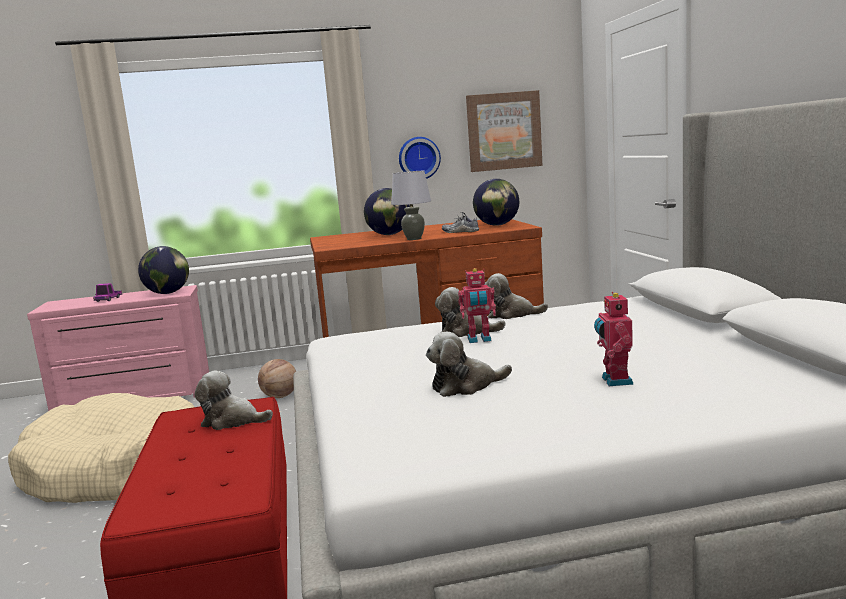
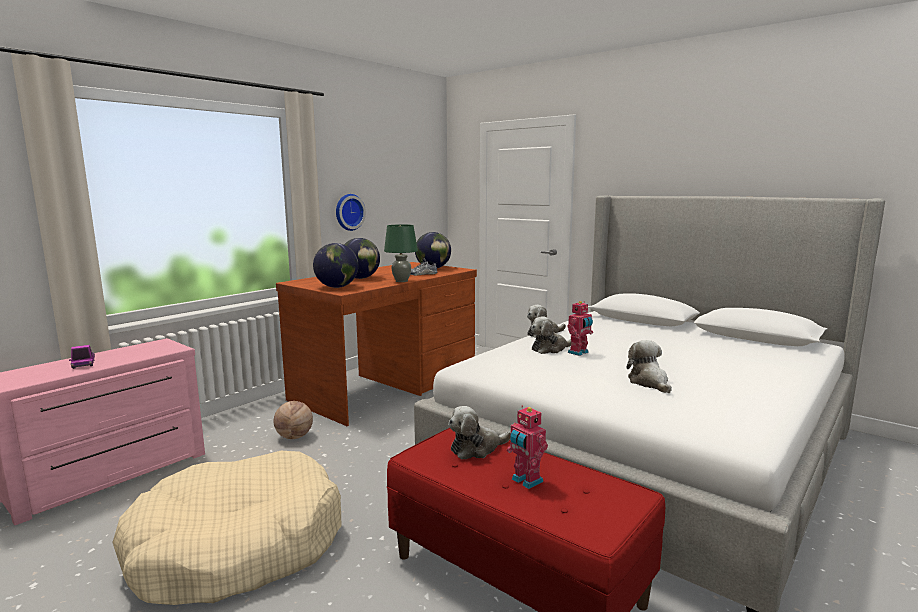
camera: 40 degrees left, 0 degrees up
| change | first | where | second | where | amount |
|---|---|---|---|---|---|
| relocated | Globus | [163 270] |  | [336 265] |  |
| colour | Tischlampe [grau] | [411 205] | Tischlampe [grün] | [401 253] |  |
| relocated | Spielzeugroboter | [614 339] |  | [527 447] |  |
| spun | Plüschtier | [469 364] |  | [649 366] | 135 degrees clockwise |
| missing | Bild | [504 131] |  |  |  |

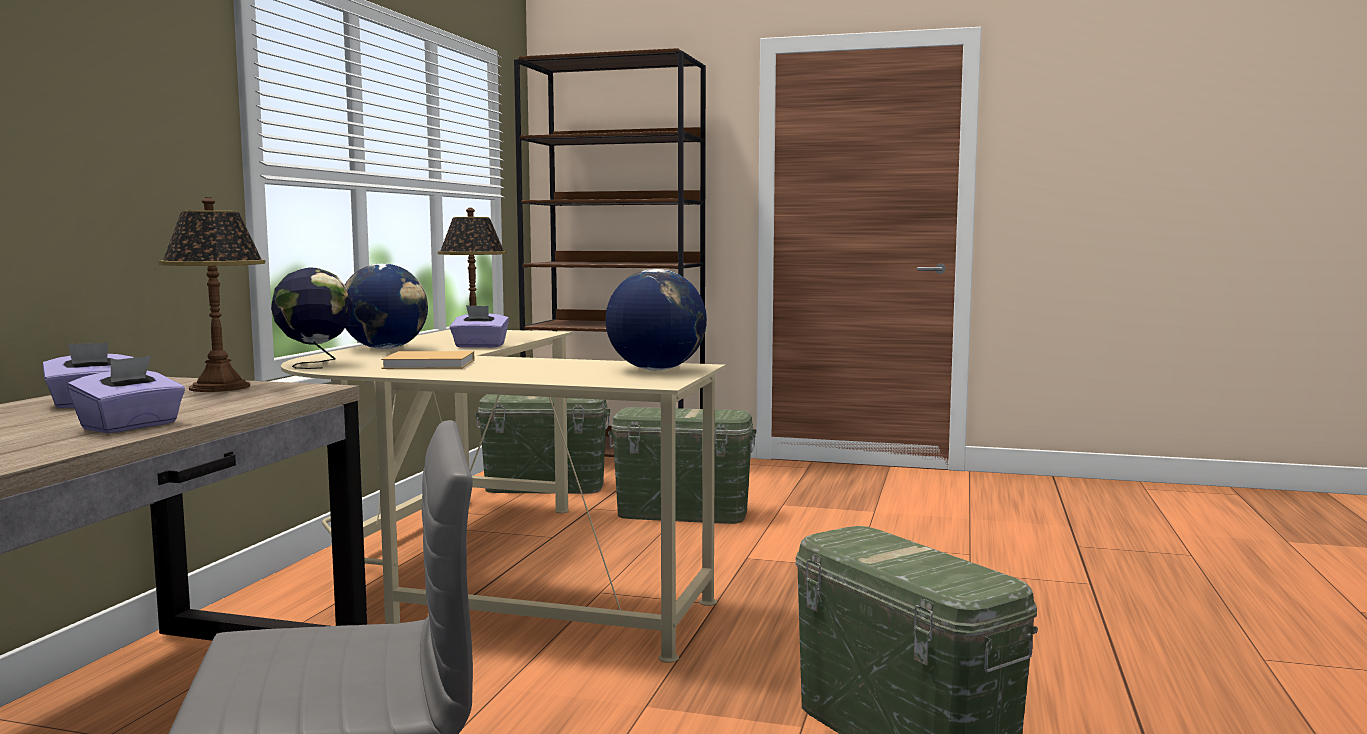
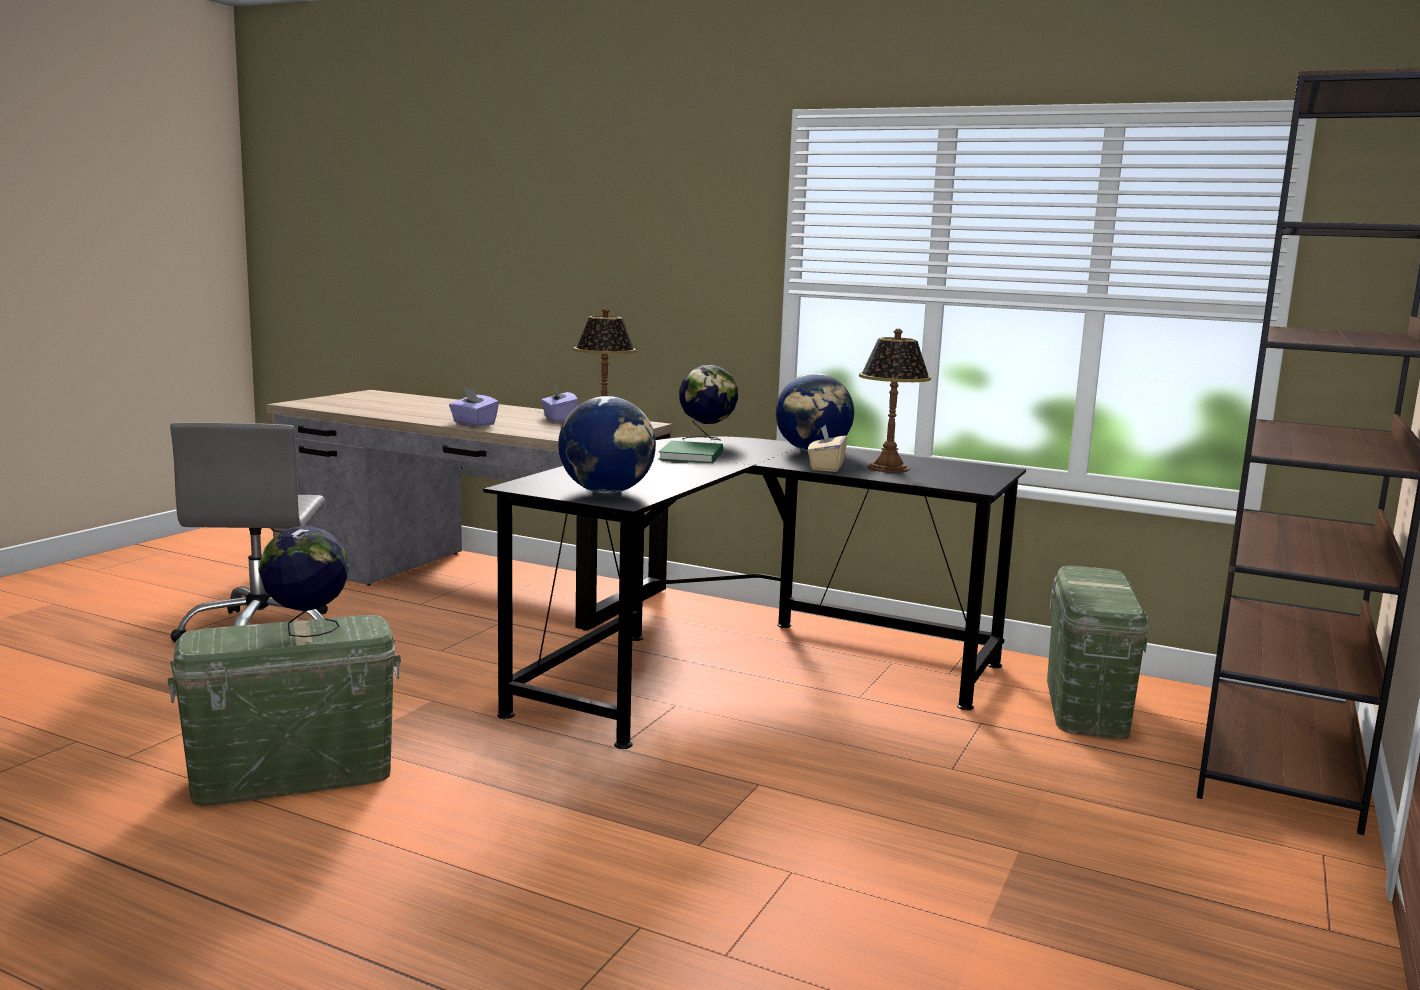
camera: 100 degrees right, 5 degrees up
| change | first | where | second | where | amount |
|---|---|---|---|---|---|
| appeared |  |  | Globus | [303 581] |  |
| colour | Schreibtisch [beige] | [503 496] | Schreibtisch [schwarz] | [754 592] |  |
| colour | Buch [beige] | [427 360] | Buch [grün] | [690 452] |  |
| colour | Taschentuchbox [lila] | [479 326] | Taschentuchbox [beige] | [827 448] |  |
| missing | Aufbewahrungsbox [grün] | [682 465] |  |  |  |

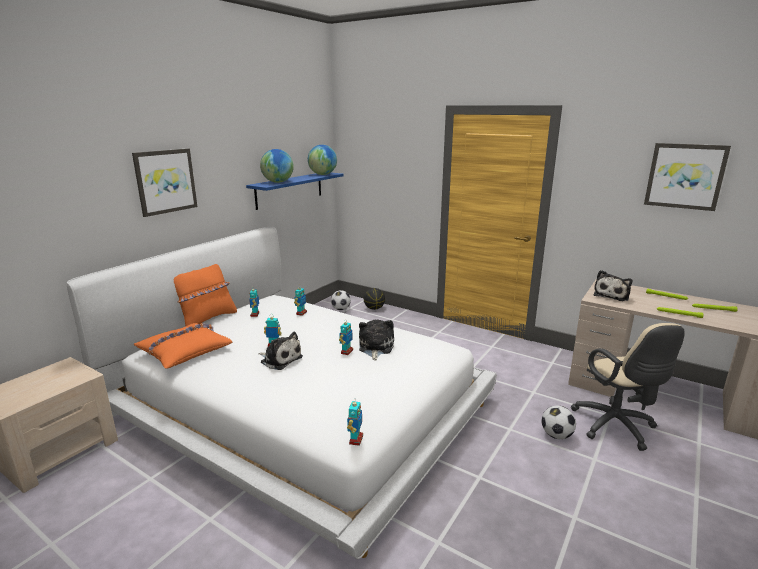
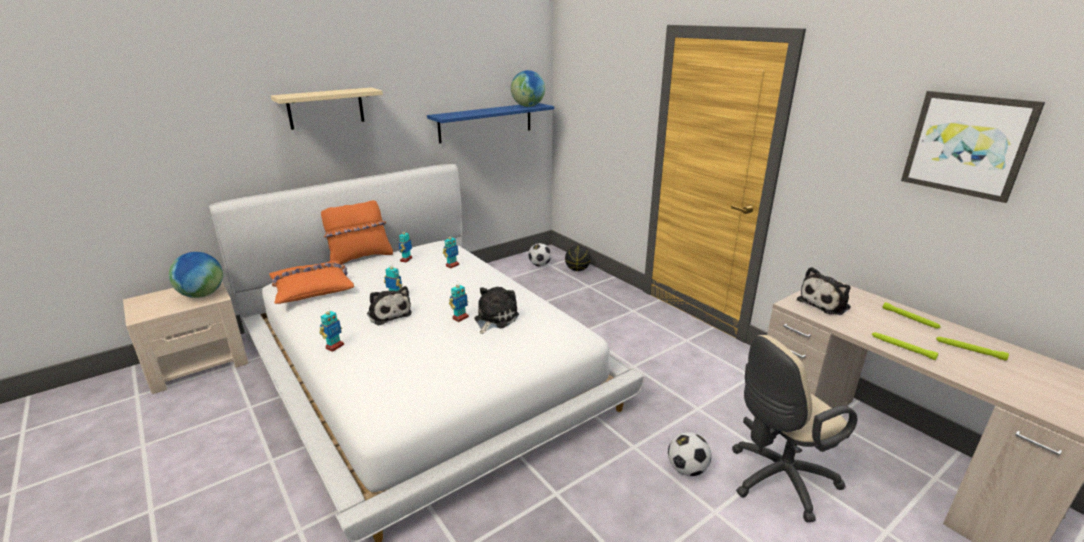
camera: 20 degrees right, 5 degrees up
| change | first | where | second | where | amount |
|---|---|---|---|---|---|
| relocated | Globus | [277 166] |  | [196 275] |  |
| exchanged | Bild | [165 182] | Wandregal [beige] | [327 109] |  |
| relocated | Spielzeugroboter | [355 422] |  | [331 331] |  |
| spun | Bürostuhl [beige] | [628 387] |  | [794 428] | 60 degrees clockwise |

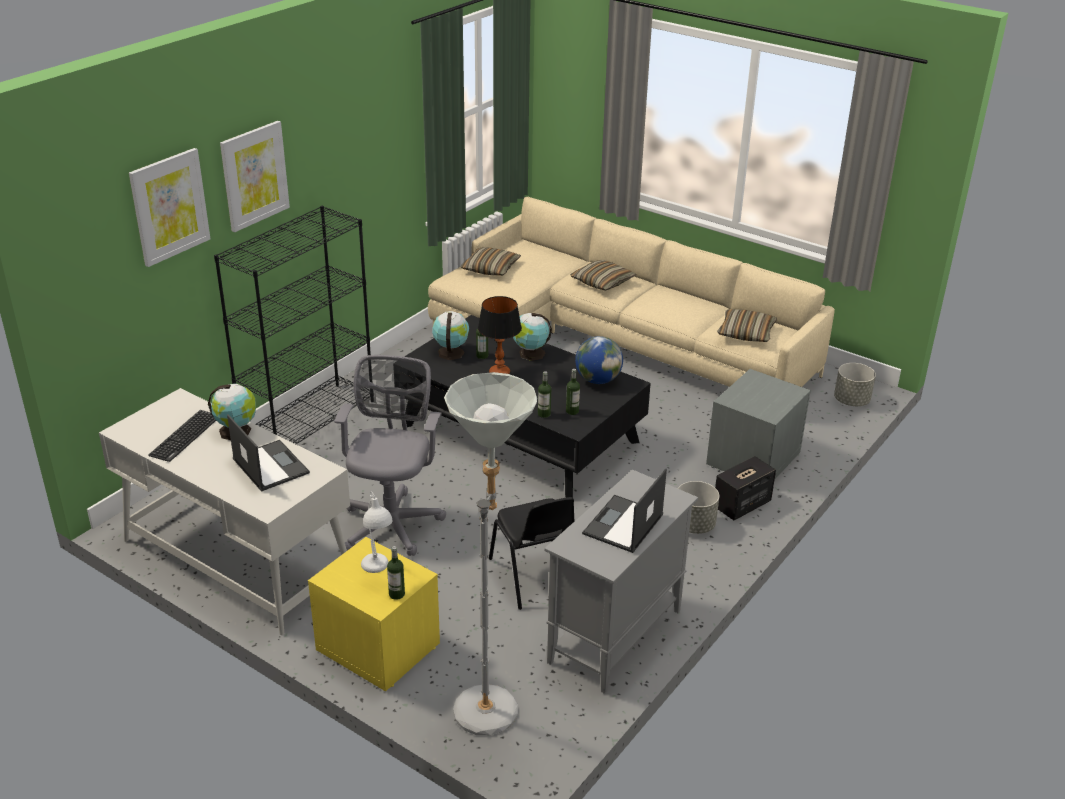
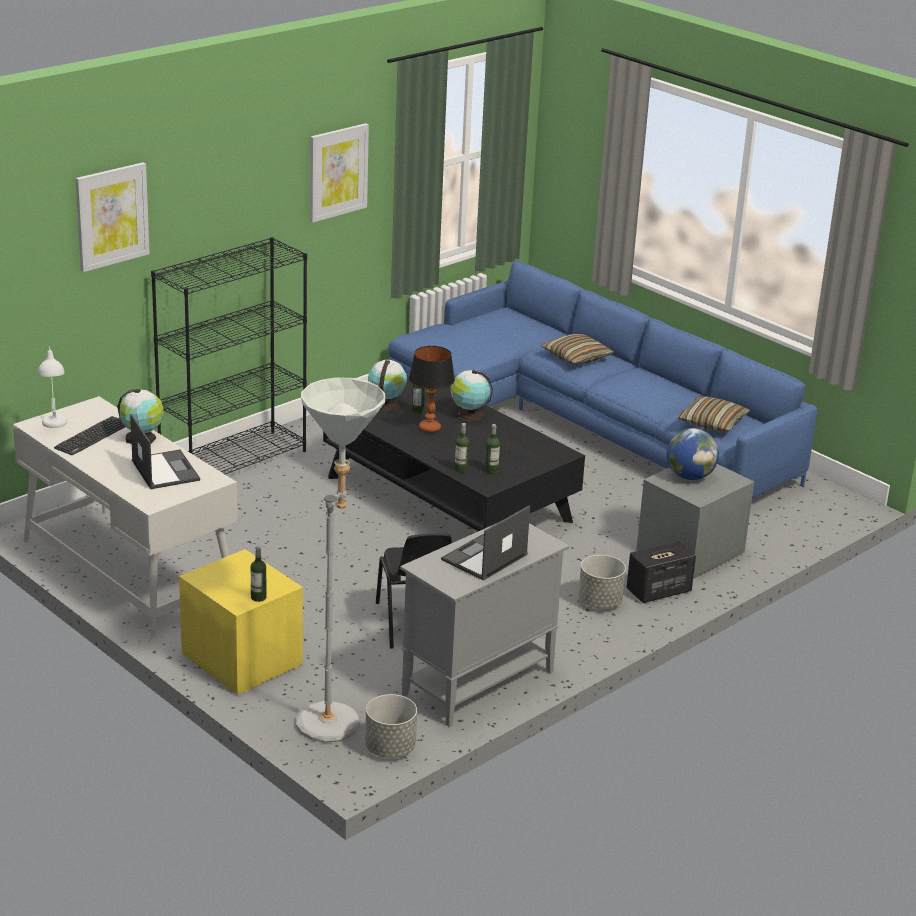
camera: 10 degrees right, 5 degrees down
| change | first | where | second | where | amount |
|---|---|---|---|---|---|
| relocated | Tischlampe [weiß] | [377 532] |  | [52 387] |  |
| relocated | Bild | [255 176] |  | [339 173] |  |
| relocated | Pflanzkübel [grau] | [855 384] |  | [391 726] |  |
| colour | Sofa [beige] | [631 292] | Sofa [blau] | [602 379] |  |
| relocated | Globus | [599 360] |  | [693 454] |  |
| missing | Bürostuhl [grau] | [390 455] |  |  |  |
| missing | Kissen | [491 261] |  |  |  |

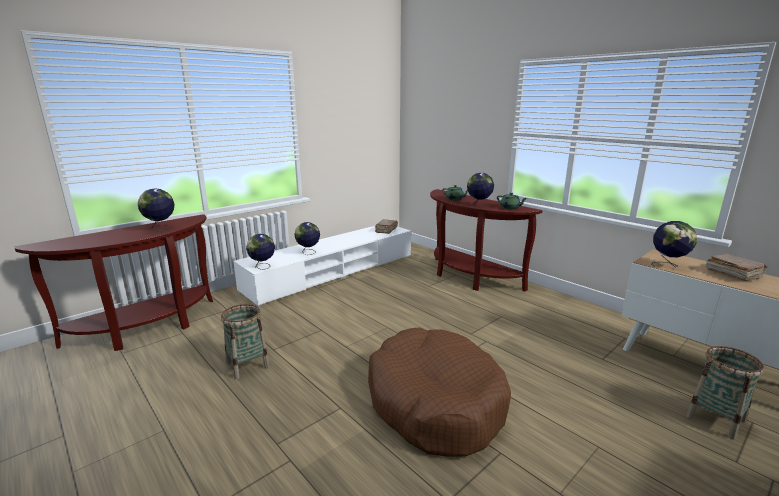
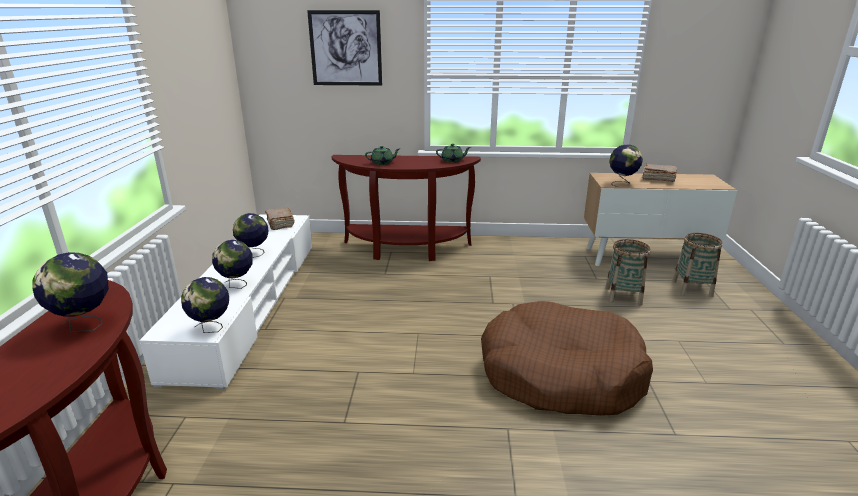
camera: 45 degrees left, 5 degrees up
| change | first | where | second | where | amount |
|---|---|---|---|---|---|
| relocated | Globus | [480 190] |  | [251 235] |  |
| appeared |  |  | Bild | [344 48] |  |
| relocated | Korb | [245 341] |  | [628 272] |  |

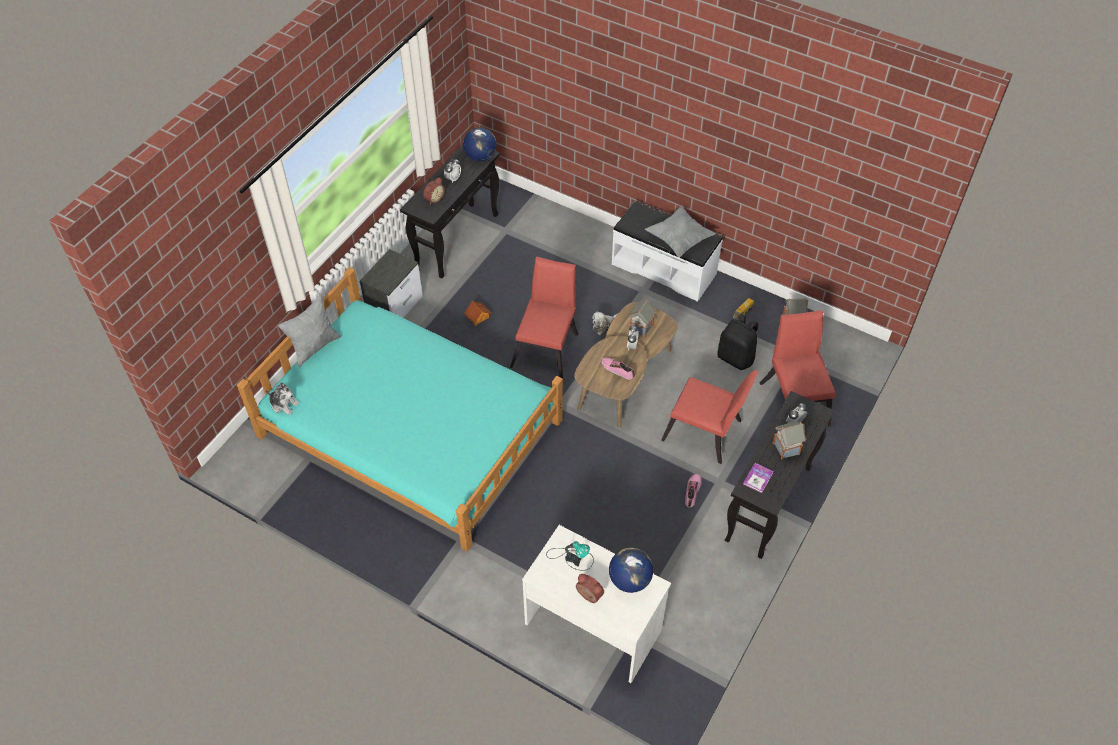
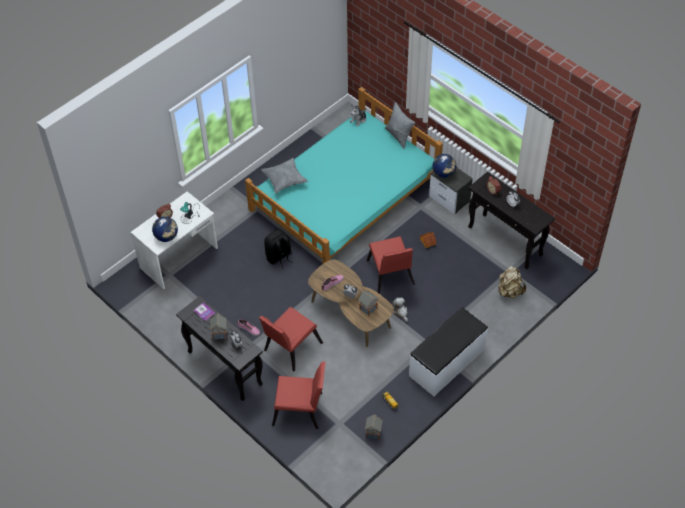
camera: 105 degrees right, 0 degrees up
| change | first | where | second | where | amount |
|---|---|---|---|---|---|
| relocated | Kissen [grau] | [680 232] |  | [284 175] |  |
| relocated | Rucksack [schwarz] | [737 342] |  | [278 249] |  |
| spun | Stuhl [rot] | [544 317] |  | [391 264] | 45 degrees clockwise |
| relocated | Globus | [480 144] |  | [444 166] |  |
| appeared |  |  | Rucksack [beige] | [512 282] |  |

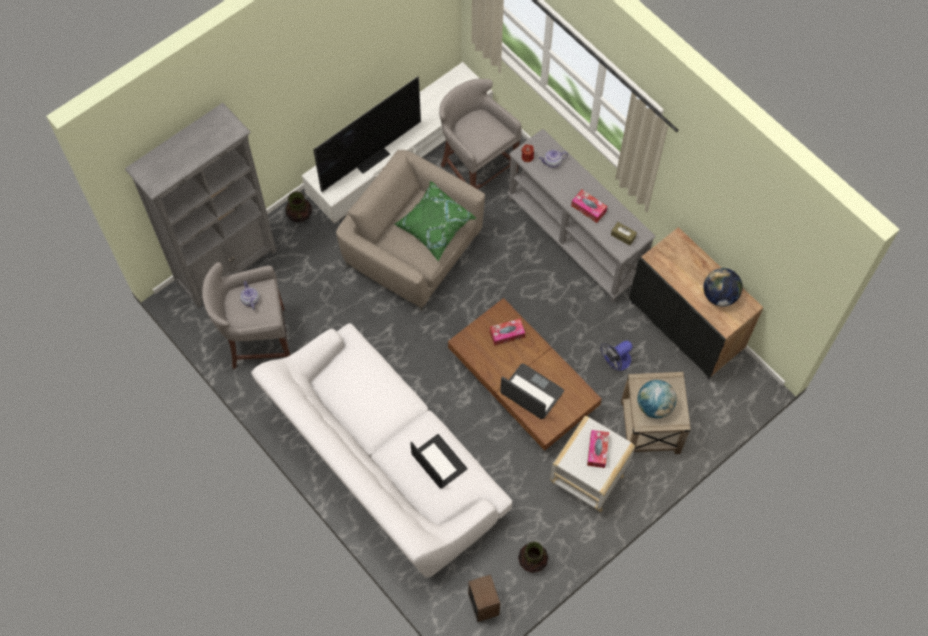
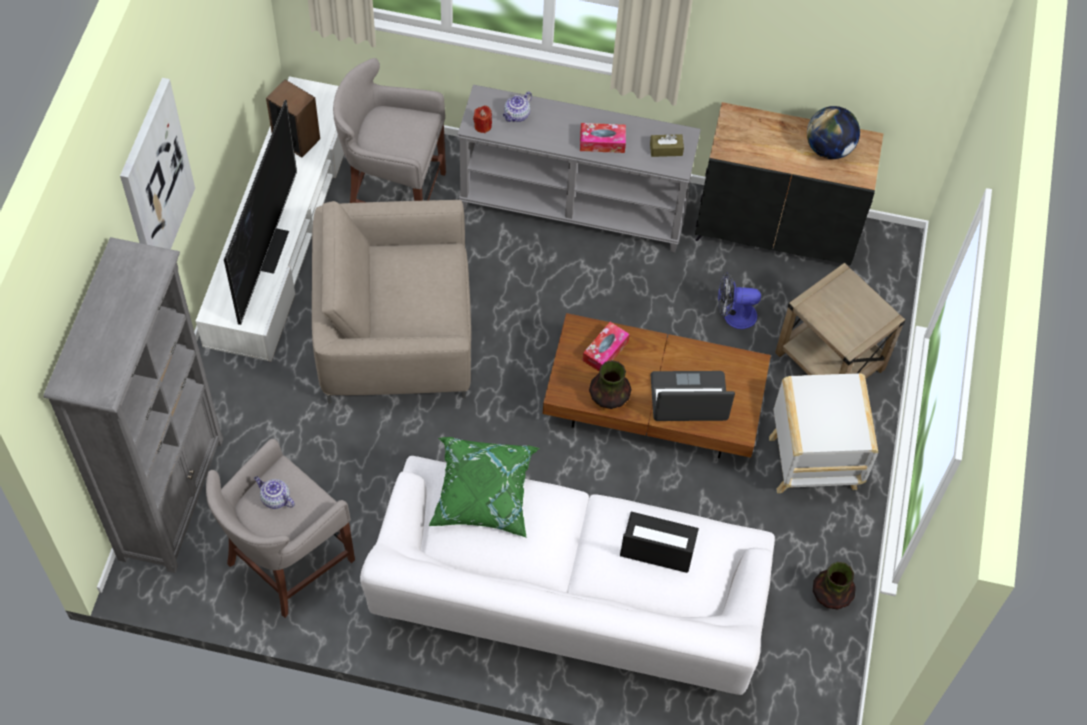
camera: 40 degrees left, 5 degrees down
| change | first | where | second | where | amount |
|---|---|---|---|---|---|
| appeared |  |  | Bild | [157 163] |  |
| relocated | Lautsprecher | [484 598] |  | [293 118] |  |
| relocated | Kissen [grün] | [436 221] |  | [484 487] |  |
| relocated | Vase | [298 206] |  | [610 384] |  |
| spun | Ventilator | [616 356] |  | [739 300] | 75 degrees clockwise |
| missing | Taschentuchbox | [598 449] |  |  |  |
| missing | Globus | [657 399] |  |  |  |

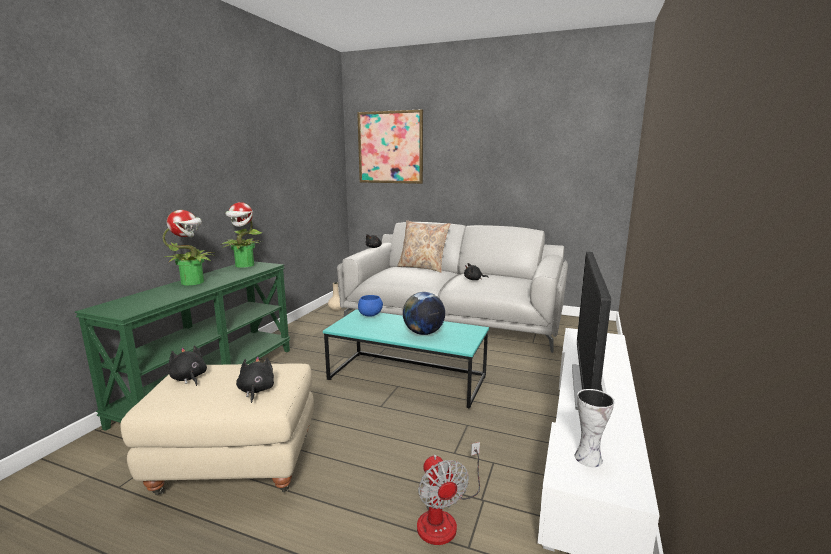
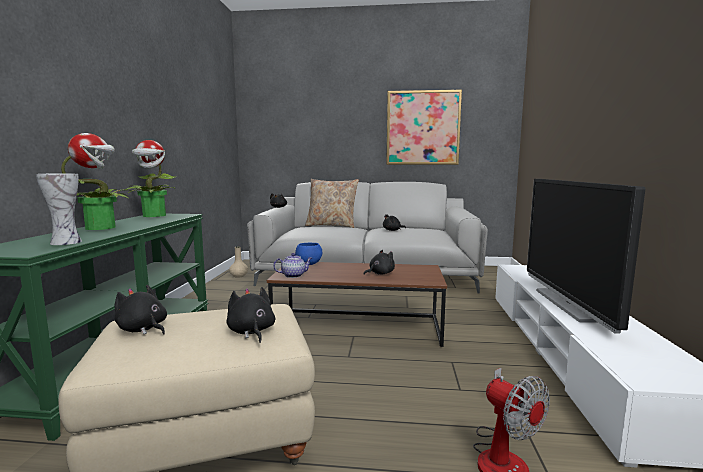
camera: 15 degrees left, 5 degrees down
| change | first | where | second | where | amount |
|---|---|---|---|---|---|
| relocated | Vase | [595 428] |  | [59 209] |  |
| colour | Couchtisch [türkis] | [406 358] | Couchtisch [braun] | [357 304] |  |
| appeared |  |  | Teekanne | [292 265] |  |
| exchanged | Globus | [424 313] | Plüschtier [schwarz] | [379 262] |  |
| relocated | Bild | [390 146] |  | [424 127] |  |

